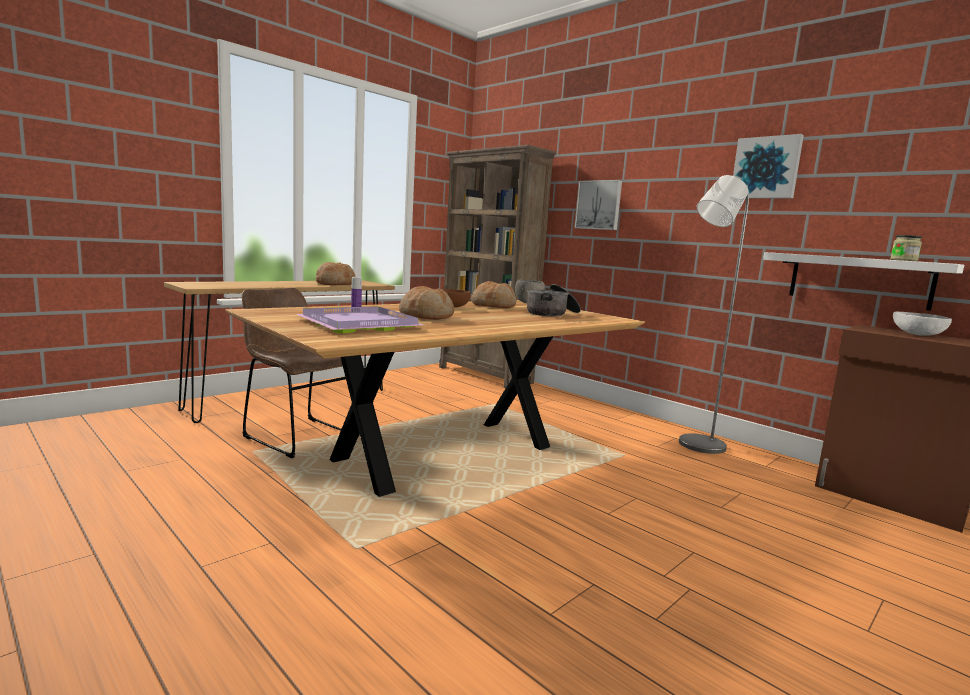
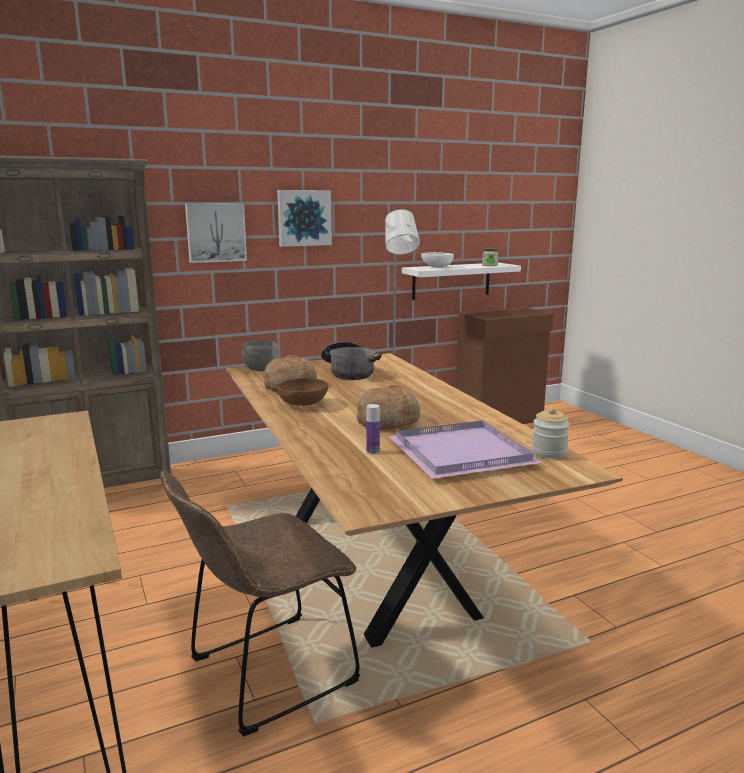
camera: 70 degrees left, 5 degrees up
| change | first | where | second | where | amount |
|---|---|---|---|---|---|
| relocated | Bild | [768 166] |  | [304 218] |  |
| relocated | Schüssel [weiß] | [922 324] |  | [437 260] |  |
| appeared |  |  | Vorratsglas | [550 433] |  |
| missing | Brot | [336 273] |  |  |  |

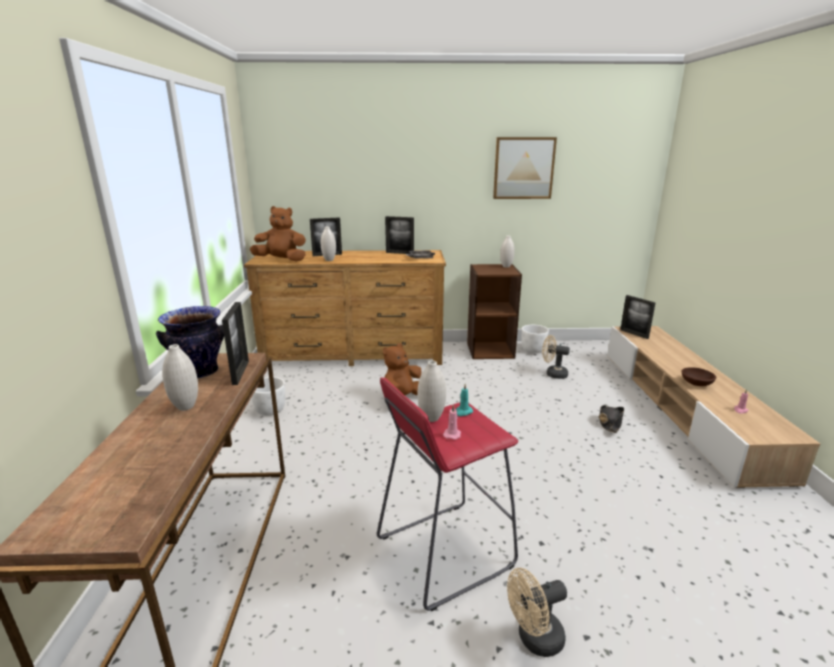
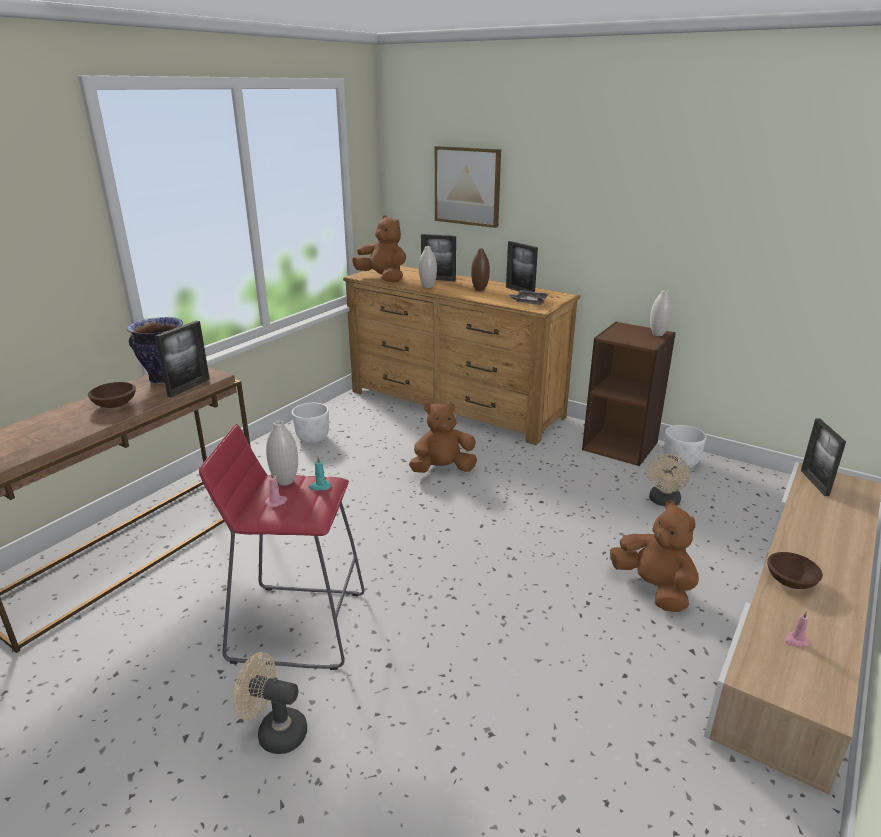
camera: 35 degrees right, 5 degrees up
| change | first | where | second | where | amount |
|---|---|---|---|---|---|
| exchanged | Vase [weiß] | [180 377] | Schüssel [braun] | [112 395] |  |
| relocated | Bild | [525 168] |  | [468 187] |  |
| appeared |  |  | Vase [braun] | [480 269] |  |
| exchanged | Hut [schwarz] | [611 419] | Plüschtier [braun] | [654 556] |  |
| spun | Ventilator [beige] | [556 357] |  | [669 480] | 120 degrees counterclockwise |

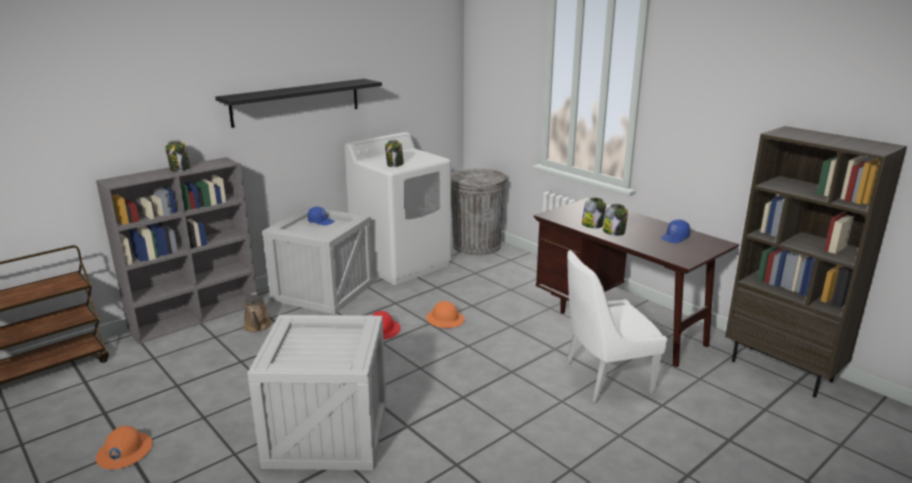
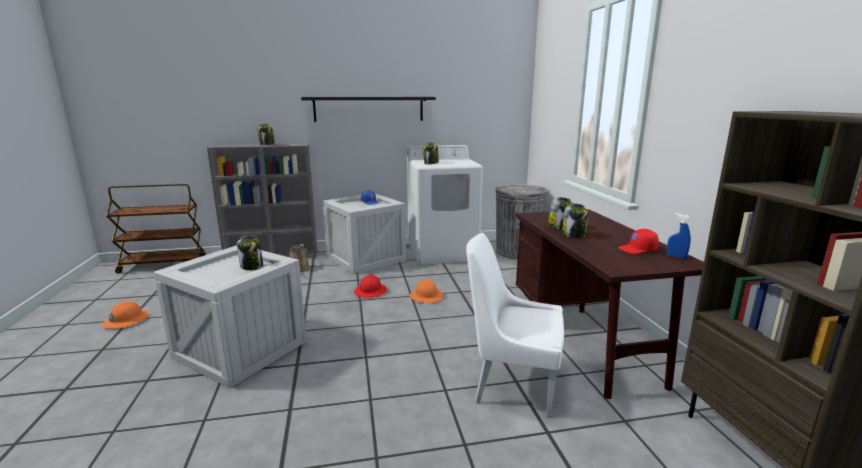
camera: 30 degrees right, 5 degrees down
| change | first | where | second | where | amount |
|---|---|---|---|---|---|
| appeared |  |  | Vorratsglas | [250 252] |  |
| colour | Kappe [blau] | [675 231] | Kappe [rot] | [638 241] |  |
| appeared |  |  | Sprühflasche [blau] | [679 236] |  |

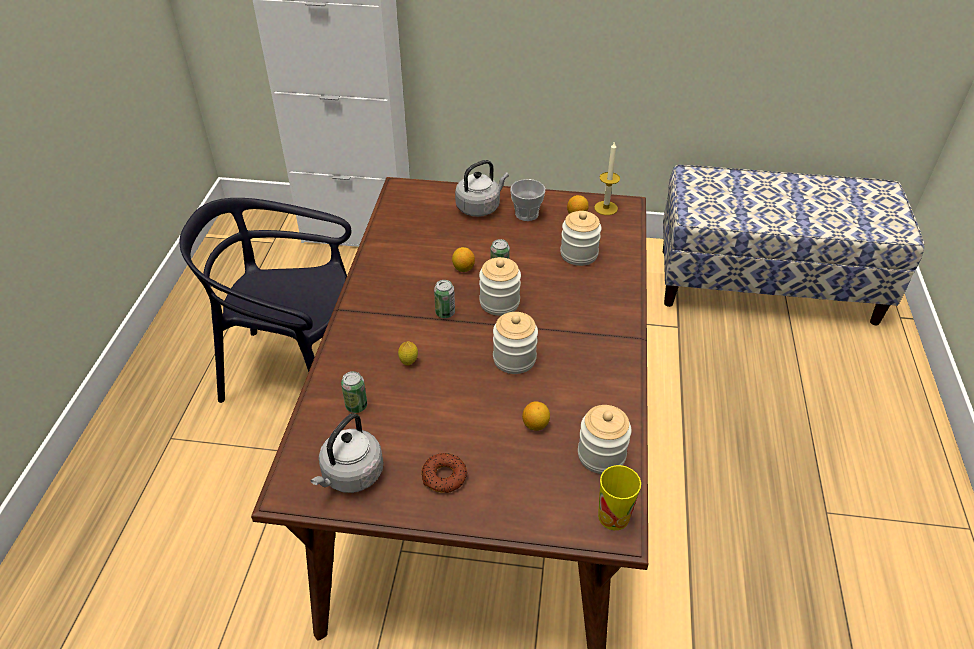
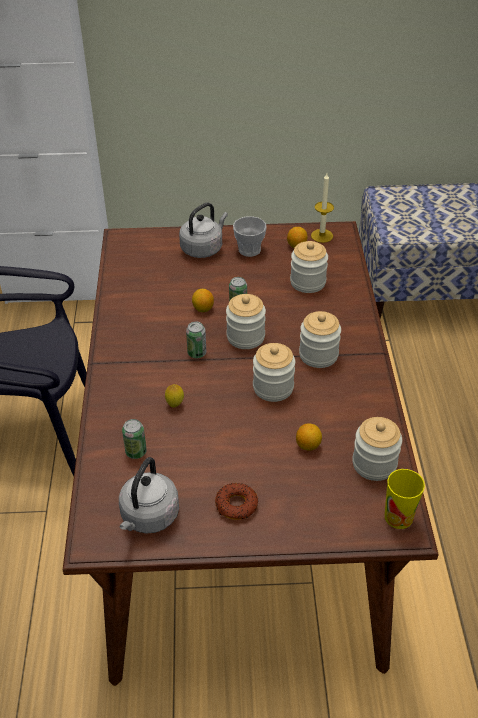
camera: 10 degrees left, 0 degrees up
| change | first | where | second | where | amount |
|---|---|---|---|---|---|
| appeared |  |  | Vorratsglas | [320 339] |  |

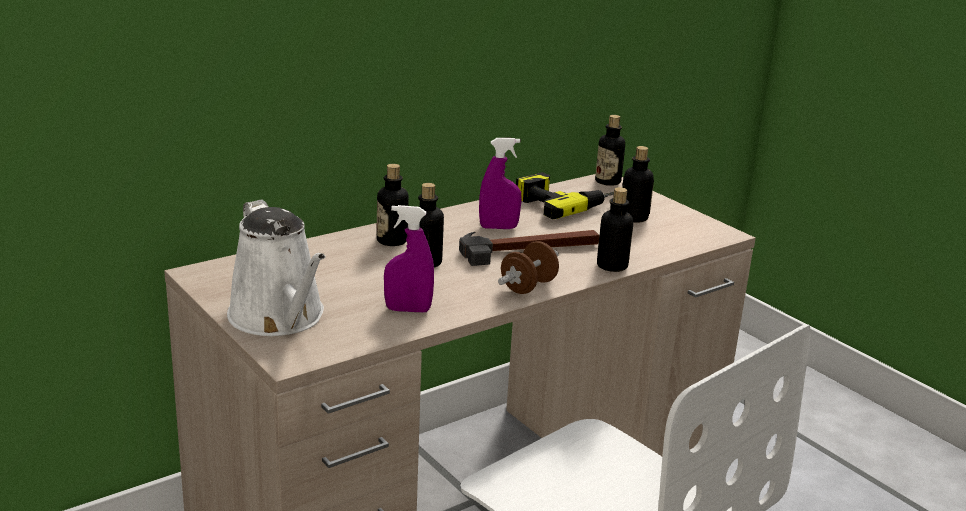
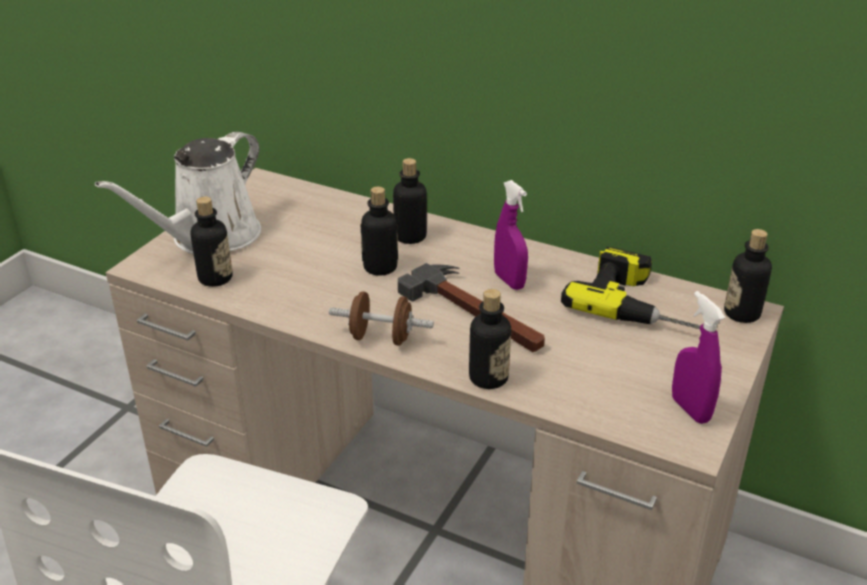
camera: 65 degrees right, 10 degrees up
| change | first | where | second | where | amount |
|---|---|---|---|---|---|
| relocated | Flasche | [638 184] |  | [211 241] |  |
| relocated | Sprühflasche [lila] | [409 258] |  | [698 357] |  |

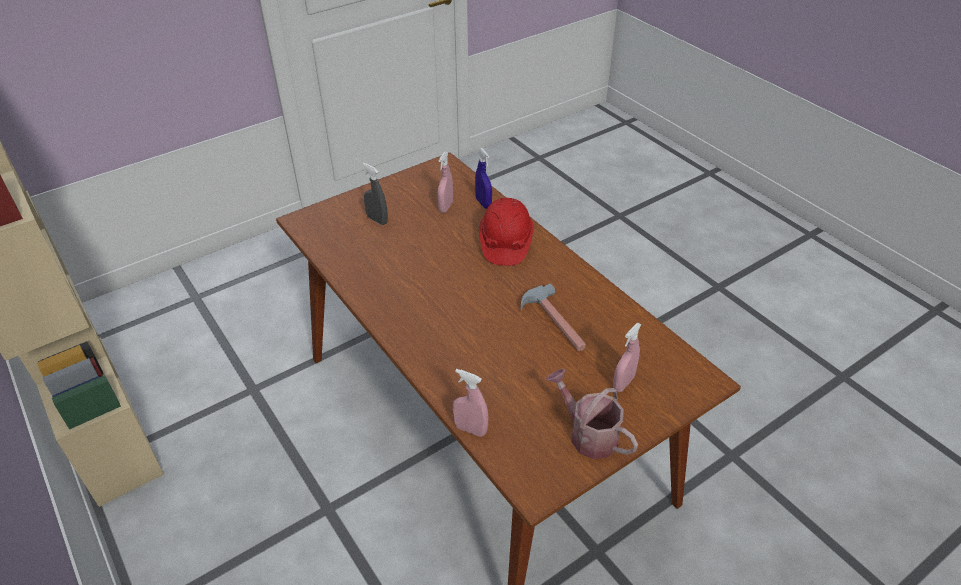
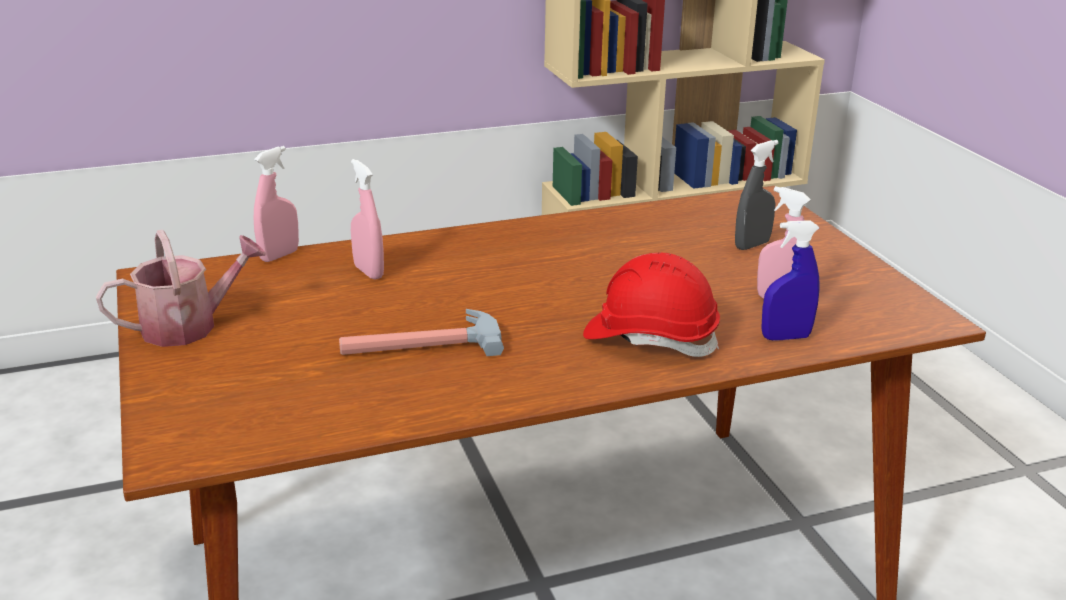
camera: 105 degrees right, 15 degrees down
| change | first | where | second | where | amount |
|---|---|---|---|---|---|
| relocated | Sprühflasche [rosa] | [627 357] |  | [367 219] |  |

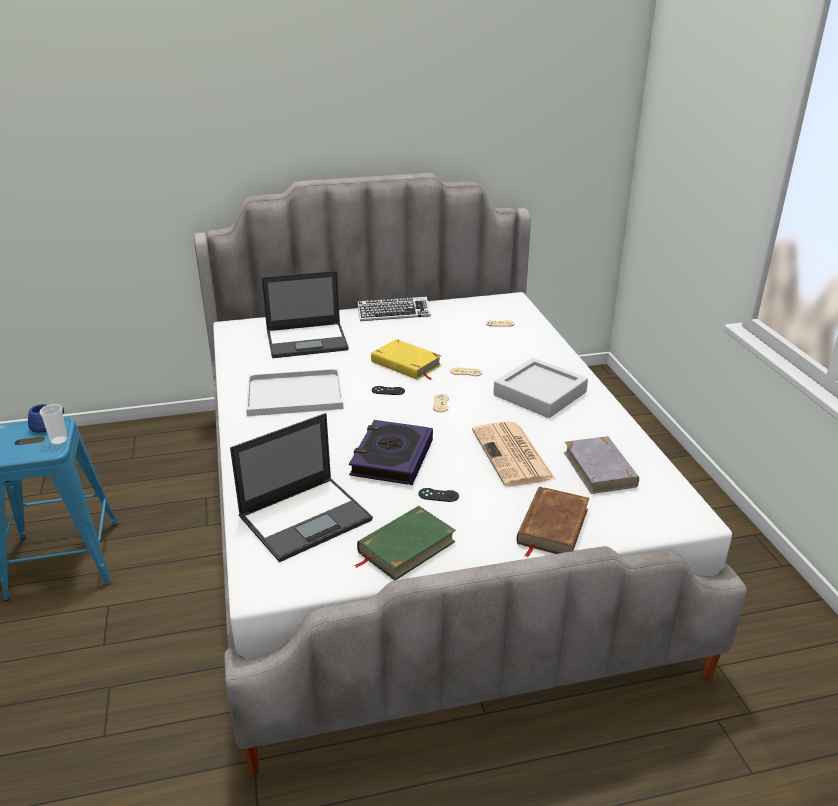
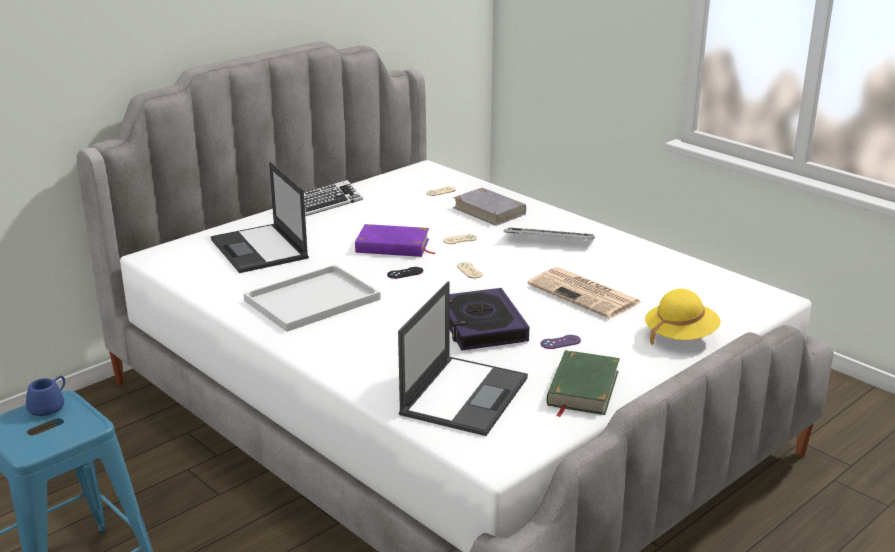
camera: 30 degrees left, 5 degrees down
| change | first | where | second | where | amount |
|---|---|---|---|---|---|
| spun | Laptop | [305 314] |  | [260 217] | 105 degrees clockwise |
| colour | Buch [gelb] | [406 359] | Buch [lila] | [395 240] |  |
| relocated | Buch [grau] | [601 465] |  | [489 207] |  |
| exchanged | Tablett [grau] | [540 388] | Tastatur | [549 235] |  |
| colour | Gamepad [schwarz] | [438 495] | Gamepad [lila] | [560 342] |  |
| exchanged | Buch [braun] | [553 522] | Hut [gelb] | [683 317] |  |
| missing | Tasse | [53 424] |  |  |  |

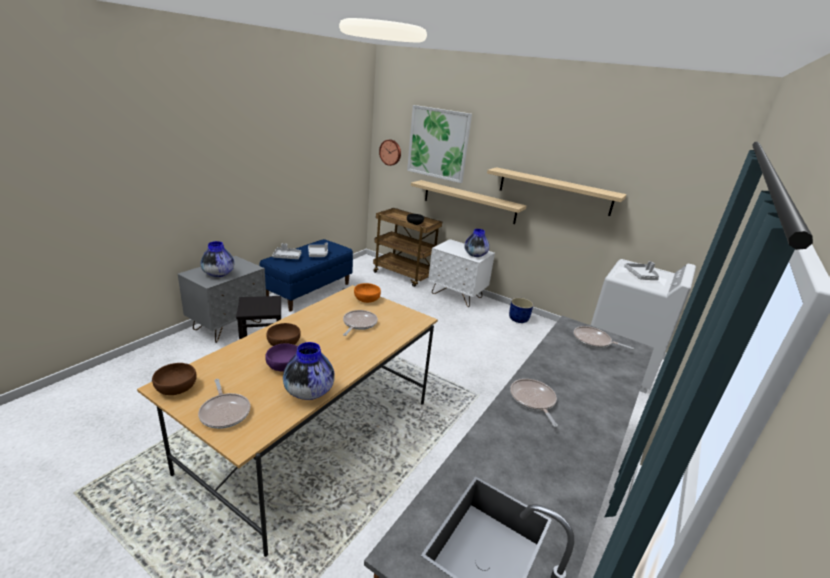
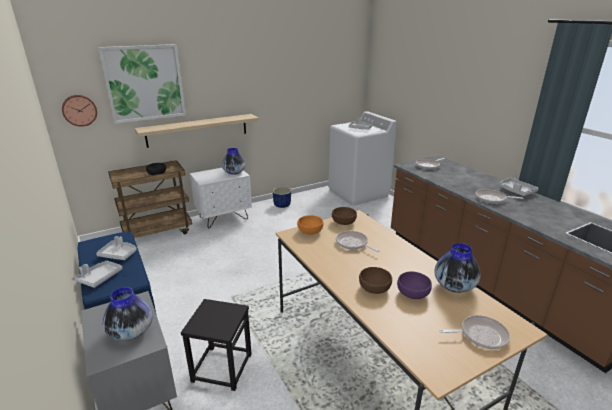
camera: 60 degrees left, 0 degrees up
| change | first | where | second | where | amount |
|---|---|---|---|---|---|
| relocated | Schüssel [braun] | [174 379] |  | [344 216] |  |
| appeared |  |  | Tablett [grau] | [519 187] |  |
| missing | Wandregal | [557 191] |  |  |  |

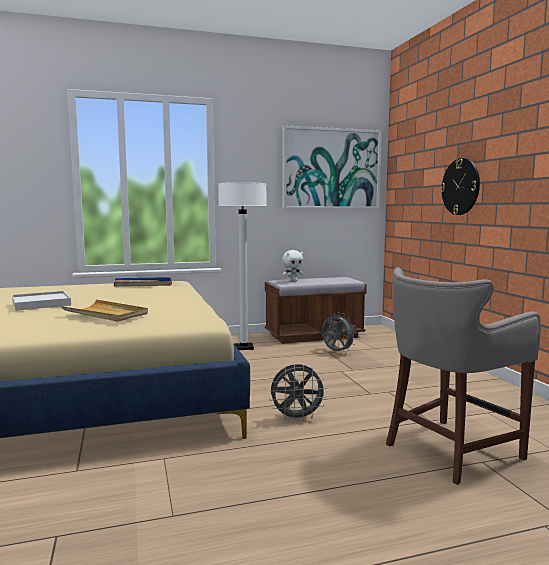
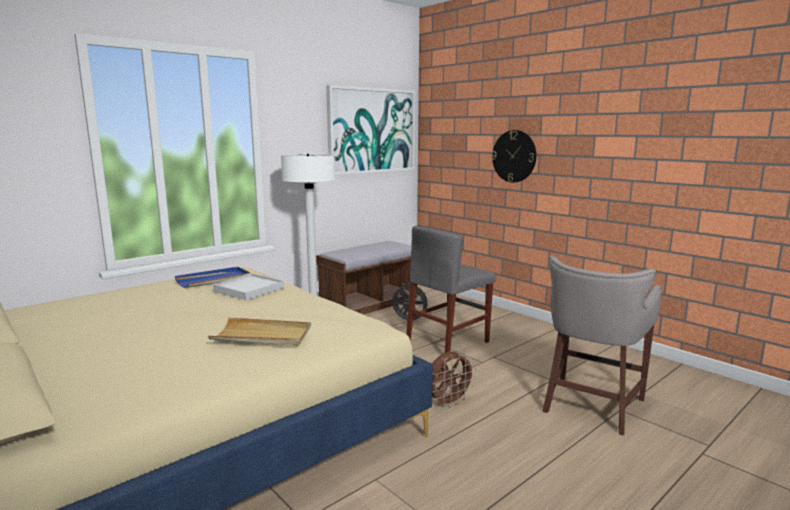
camera: 25 degrees left, 5 degrees up
| change | first | where | second | where | amount |
|---|---|---|---|---|---|
| relocated | Tablett [weiß] | [41 301] |  | [248 287] |  |
| appeared |  |  | Stuhl [grau] | [451 289] |  |
| colour | Ventilator [grau] | [298 393] | Ventilator [braun] | [454 379] |  |
| missing | Plüschtier [weiß] | [292 266] |  |  |  |

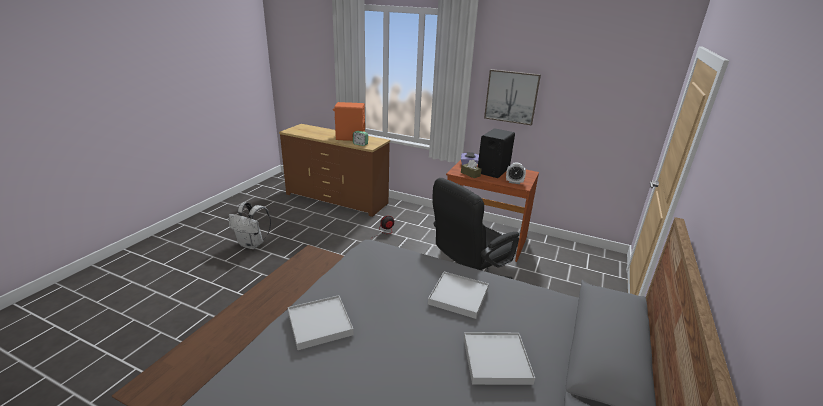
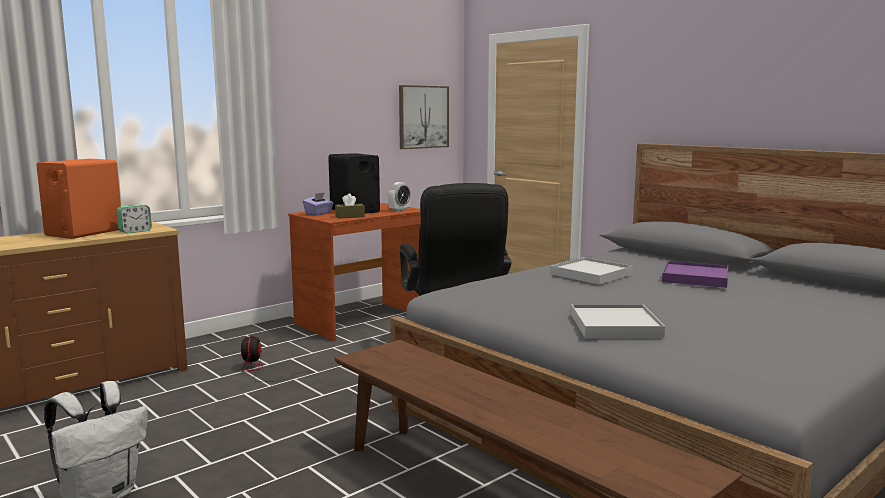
camera: 65 degrees left, 15 degrees down
| change | first | where | second | where | amount |
|---|---|---|---|---|---|
| relocated | Bild | [512 97] |  | [424 117] |  |
| colour | Tablett [weiß] | [499 358] | Tablett [lila] | [695 274] |  |

